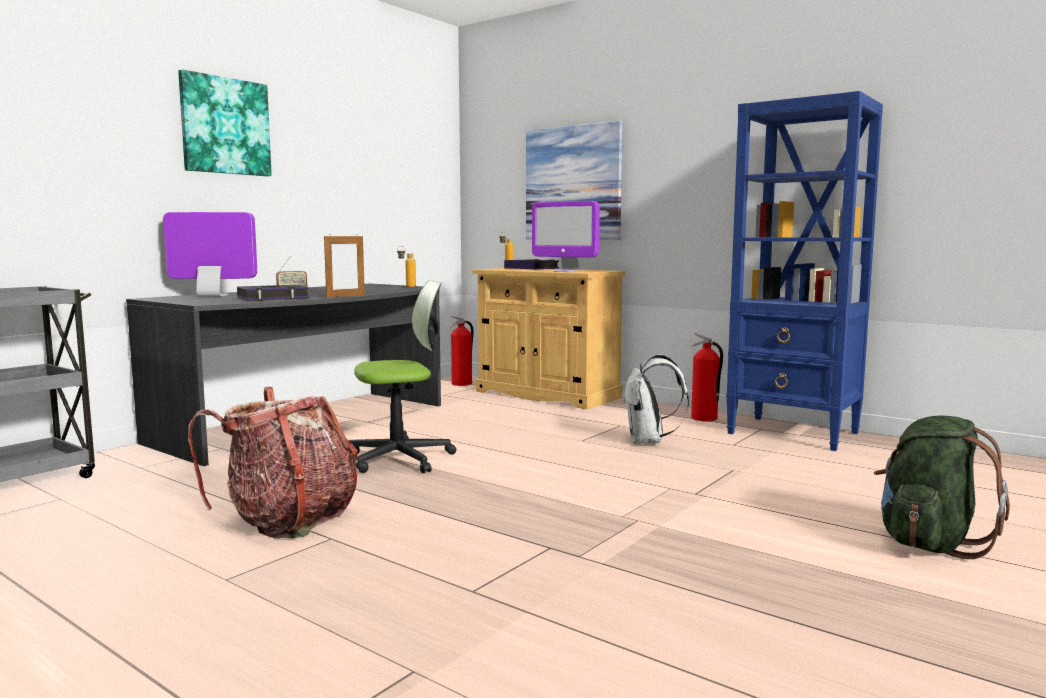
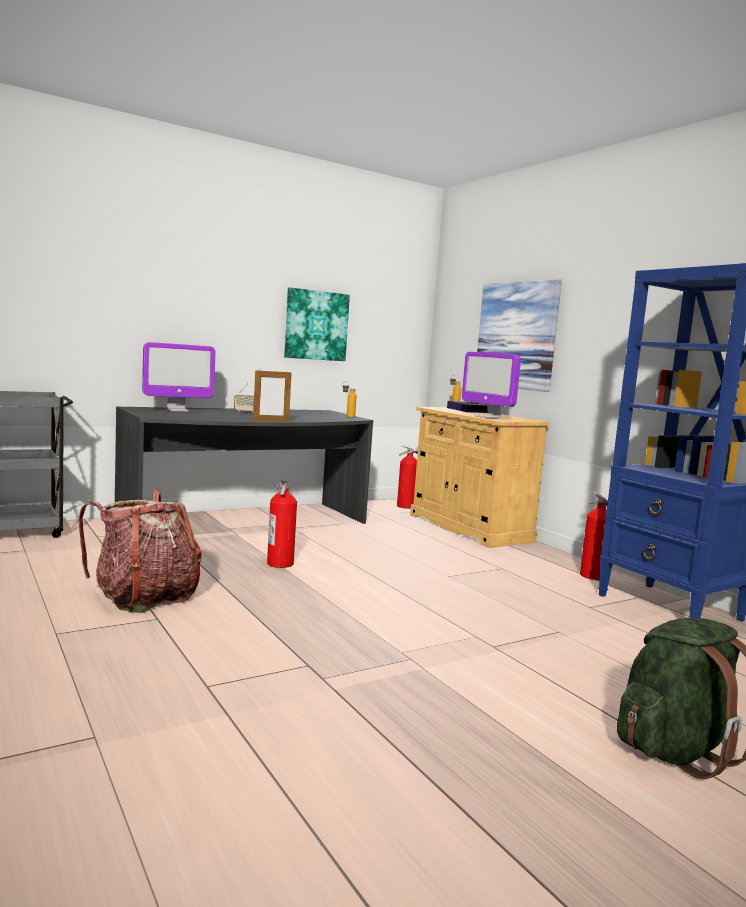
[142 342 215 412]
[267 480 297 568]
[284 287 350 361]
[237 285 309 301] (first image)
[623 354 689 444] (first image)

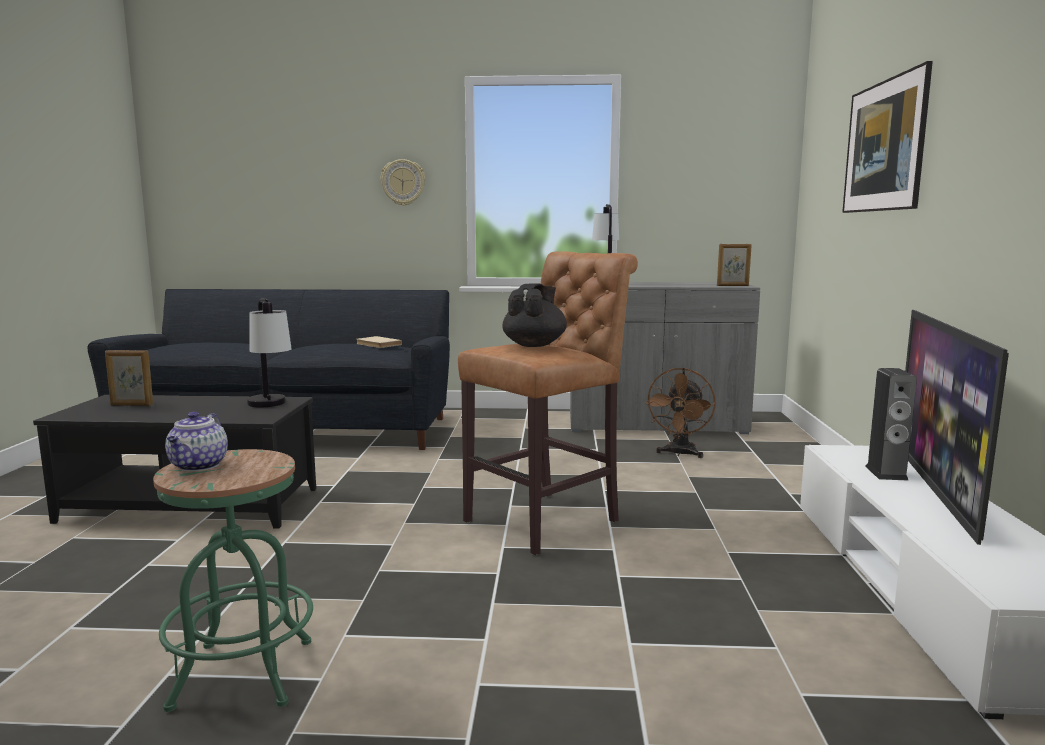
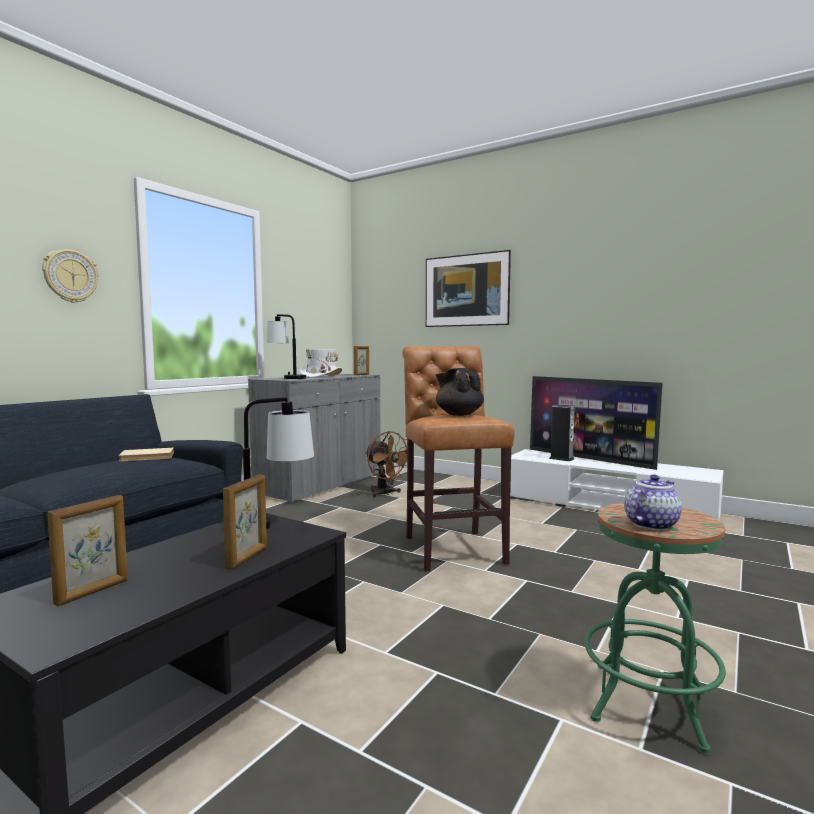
[223 475 267 570]
[300 349 342 378]
[624 474 682 530]

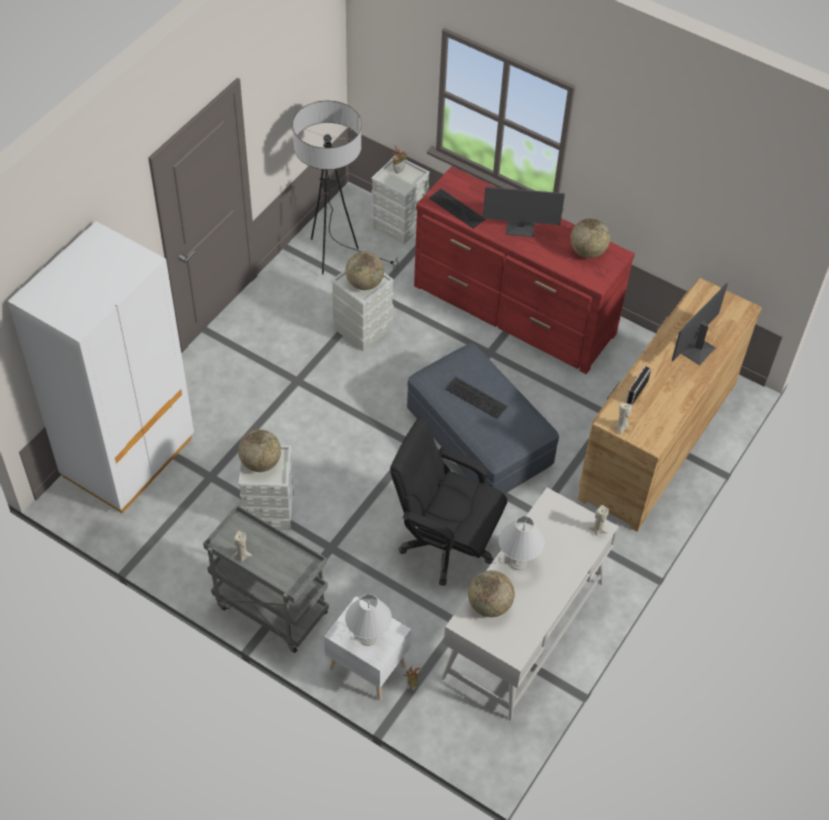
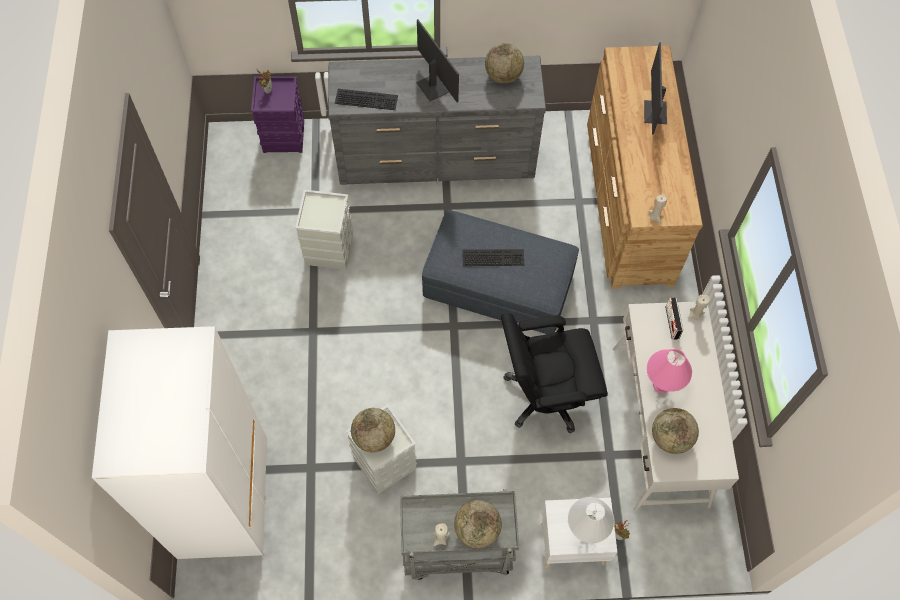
[251 76 304 153]
[328 56 546 185]
[416 19 459 102]
[454 500 502 548]
[647 349 692 393]
[665 297 683 340]
[293 101 399 274] (first image)

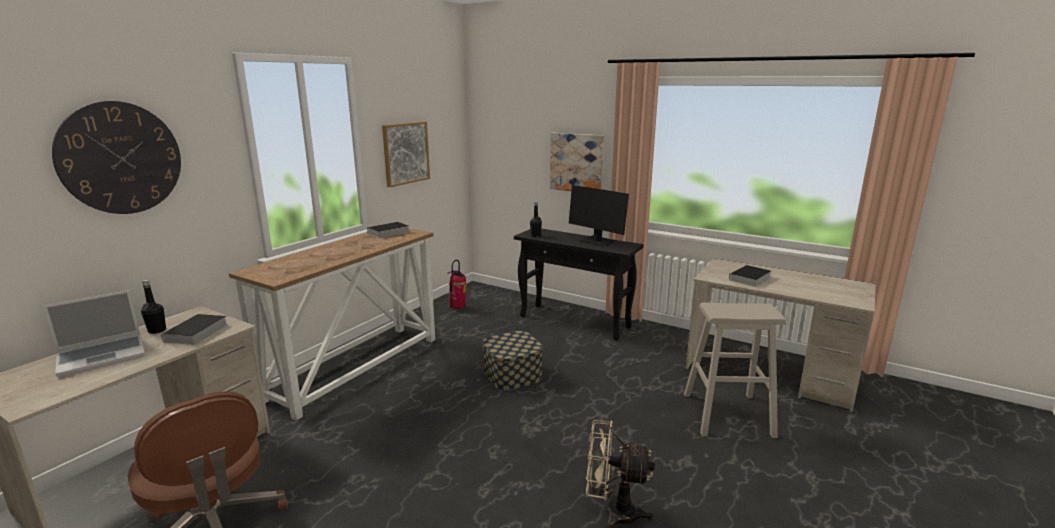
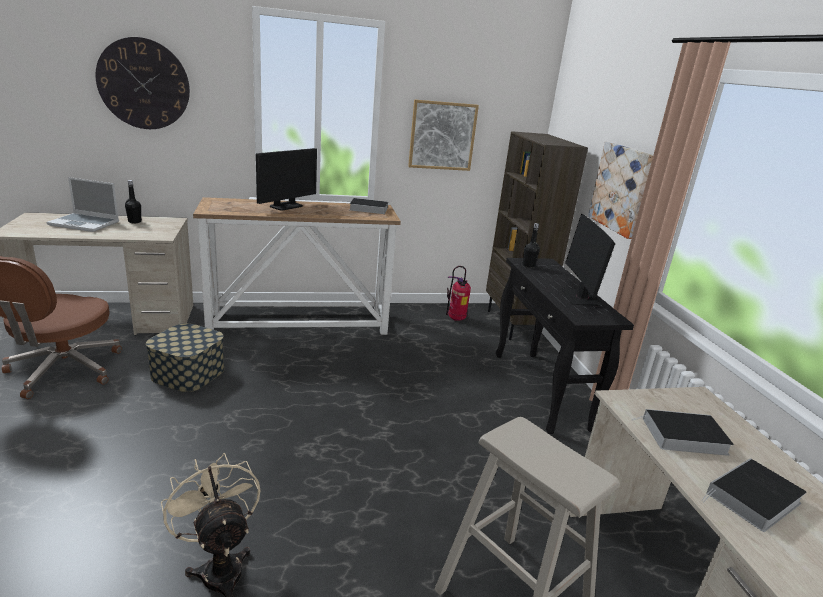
[146 323 224 392]
[256 148 317 211]
[486 131 588 340]
[702 458 807 532]

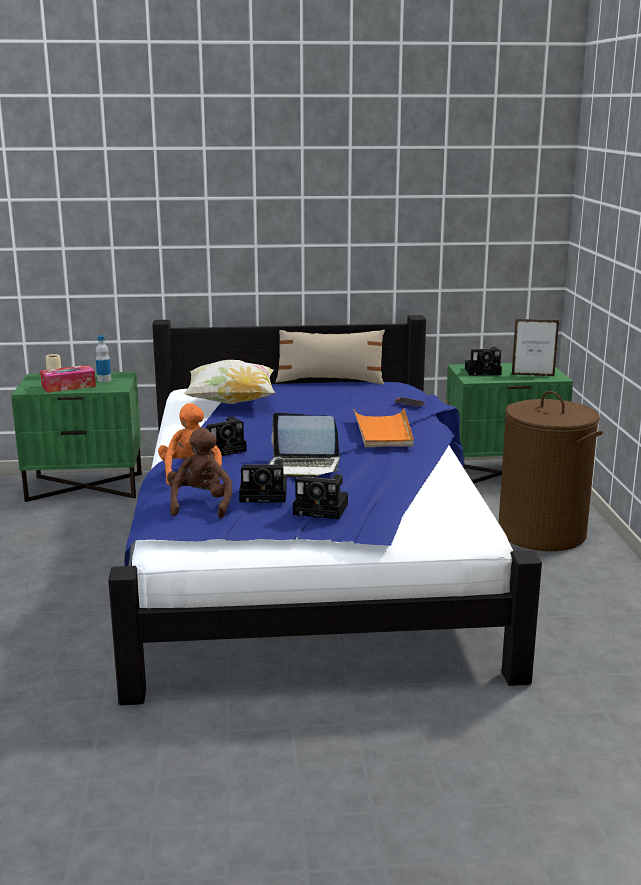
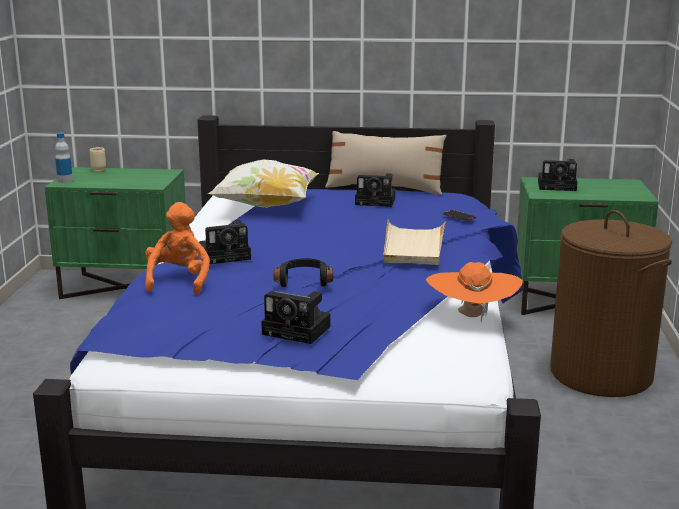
[55 132 73 183]
[274 258 333 287]
[355 173 396 207]
[383 219 445 265]
[426 262 523 322]
[40 365 96 393] (first image)
[167 427 232 518] (first image)
[512 319 559 376] (first image)

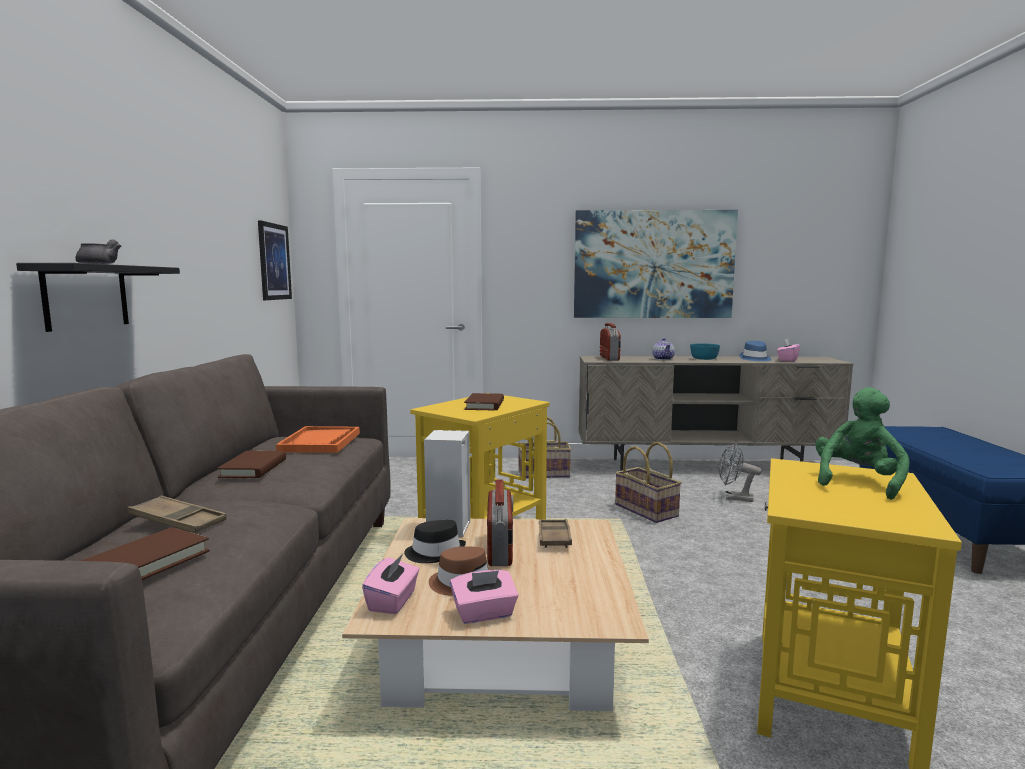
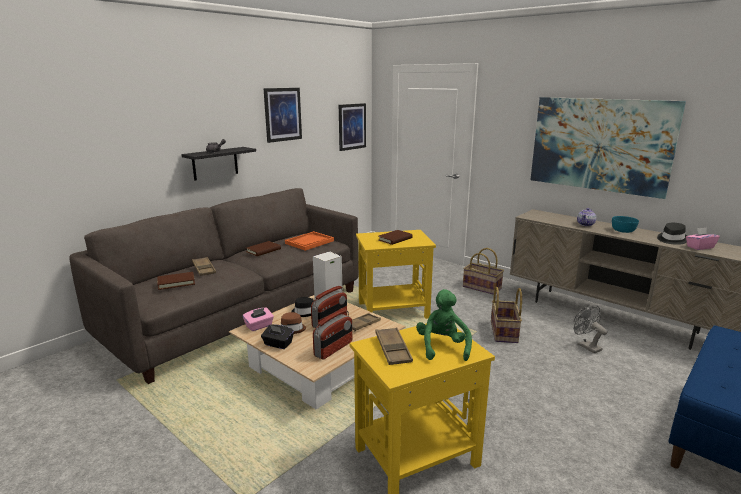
[261 324 294 349]
[263 88 302 143]
[313 309 352 360]
[375 327 413 365]
[416 289 472 361]
[657 223 687 245]

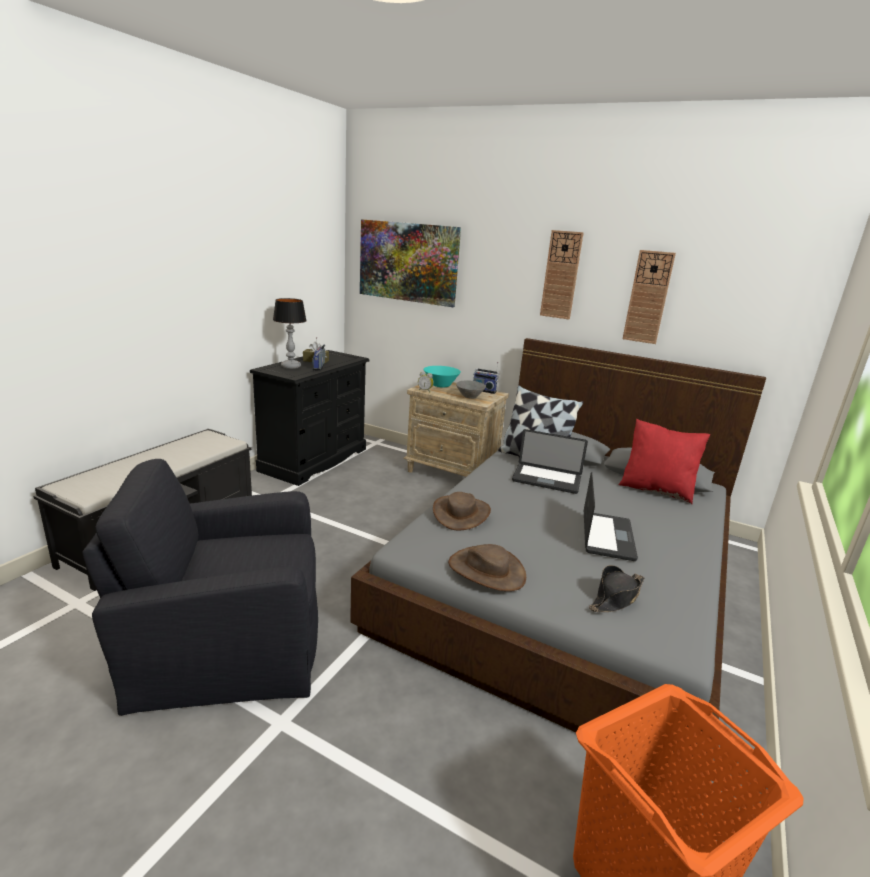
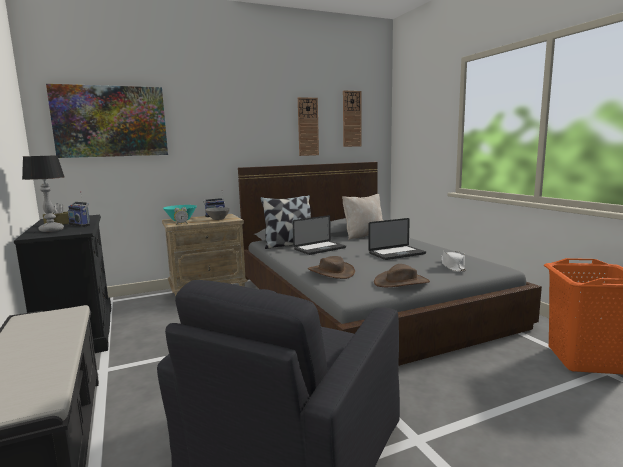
[342 194 383 240]
[343 90 362 147]
[369 218 426 260]
[441 250 466 272]

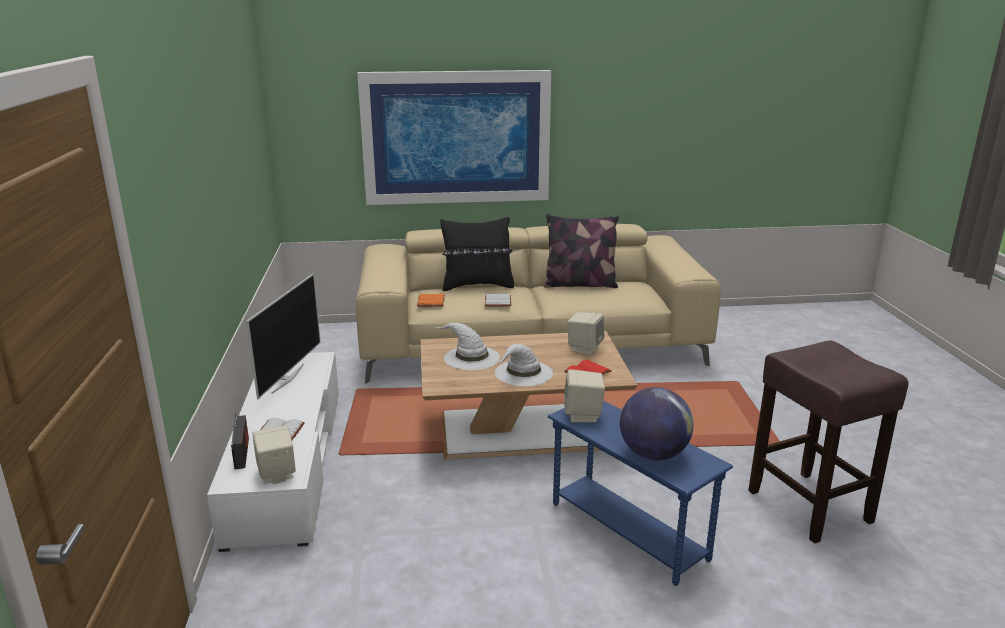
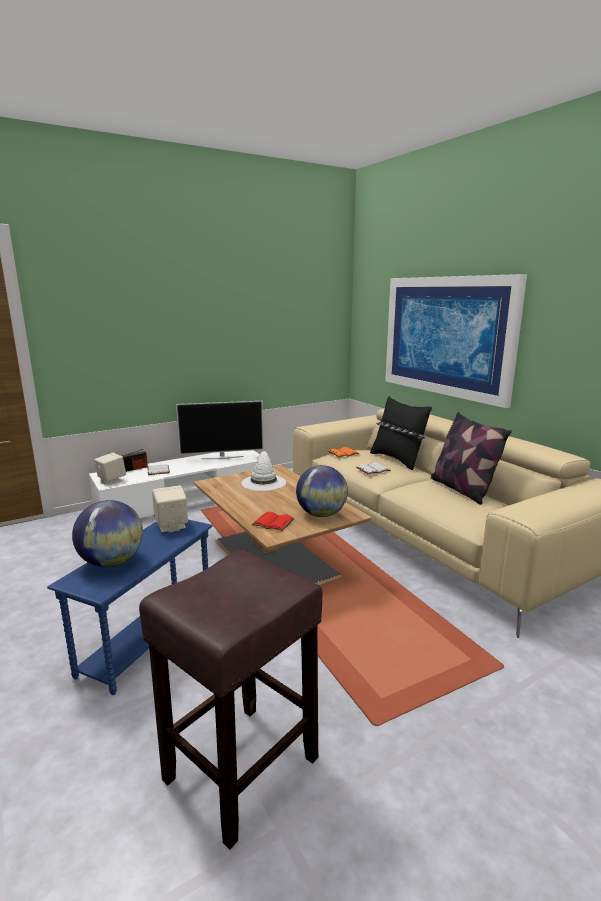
[296 465 348 517]
[495 344 553 386] (first image)

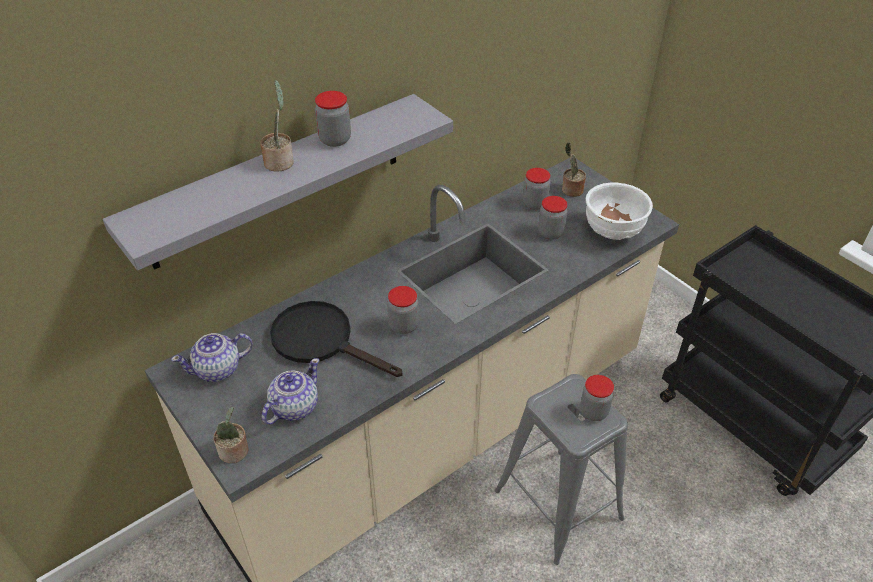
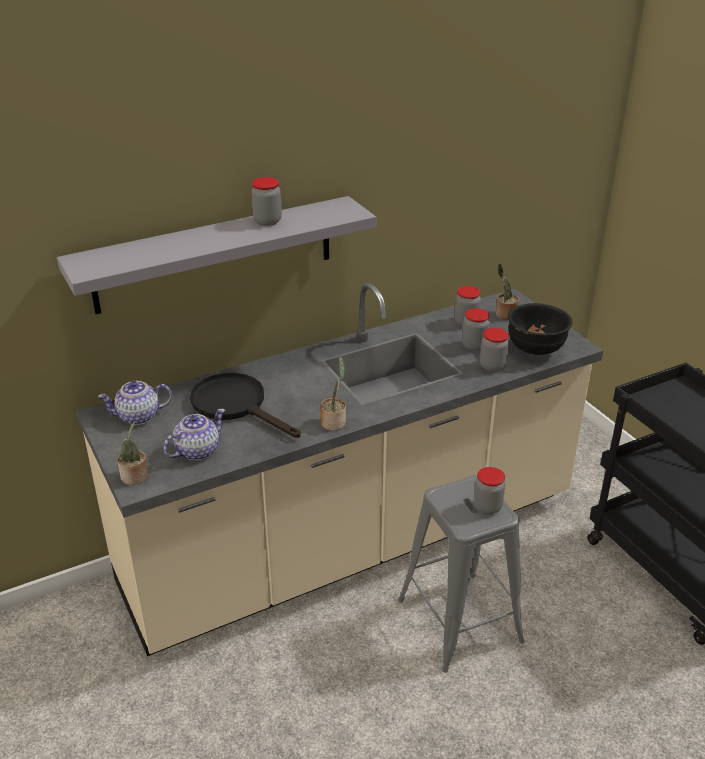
[320 356 346 431]
[480 328 509 372]
[508 303 573 355]

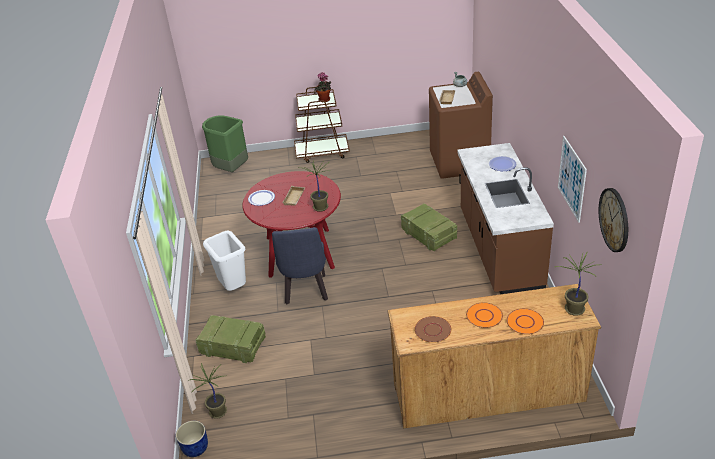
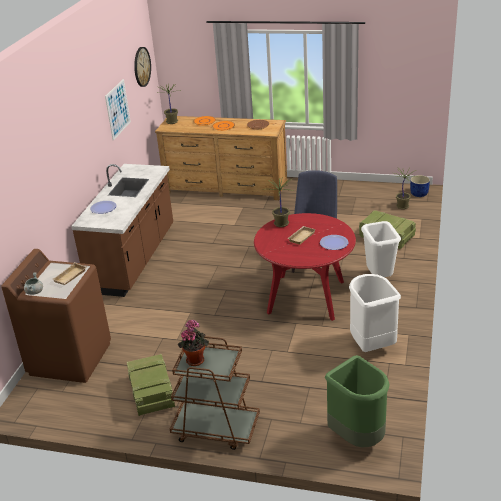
[127 354 175 416]
[349 274 401 352]

